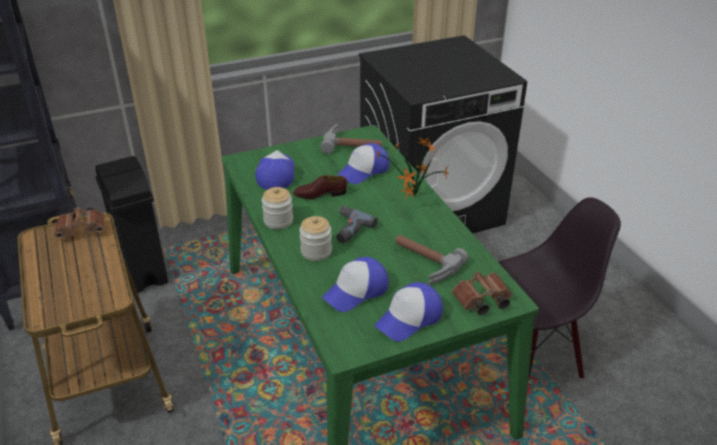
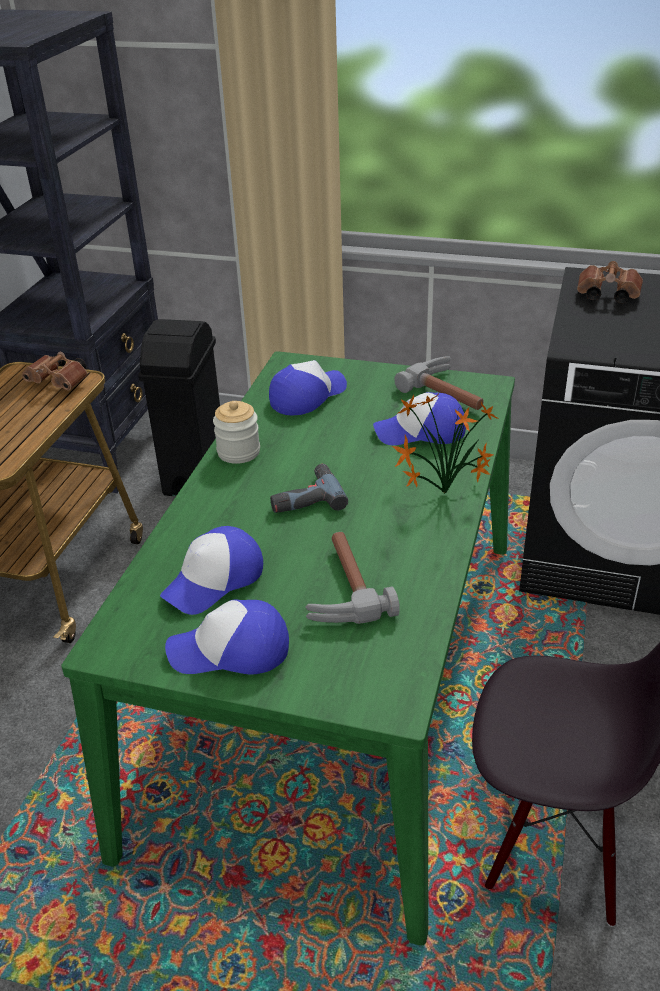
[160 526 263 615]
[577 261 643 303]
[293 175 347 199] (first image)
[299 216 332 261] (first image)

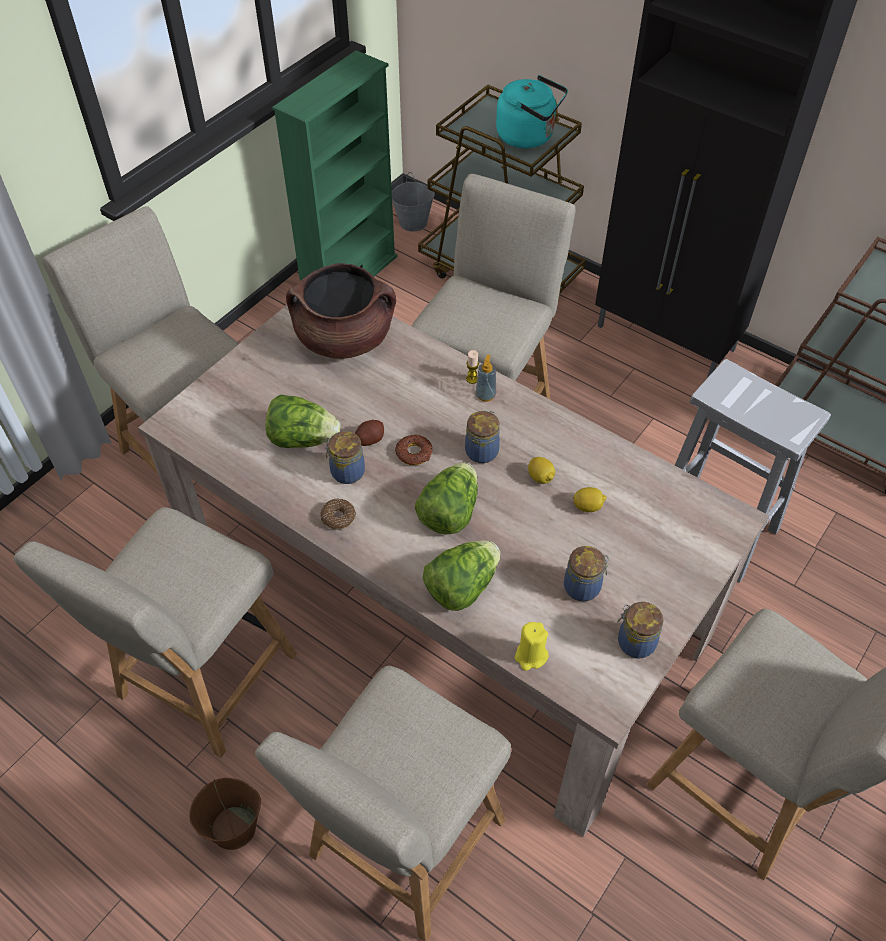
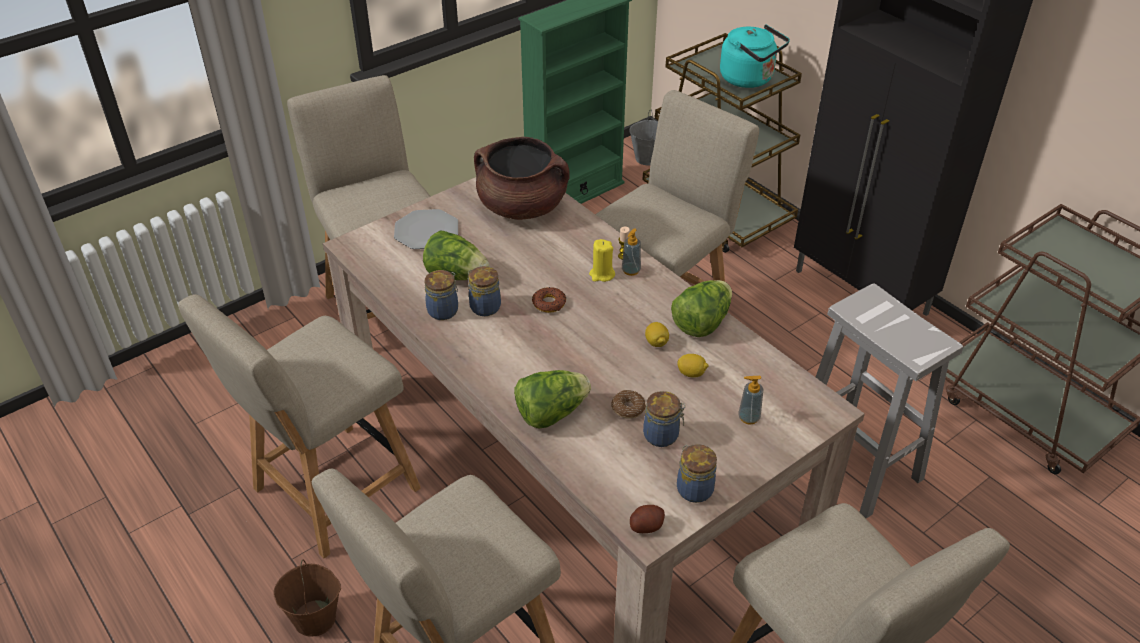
[394 209 458 249]
[424 270 458 320]
[589 239 615 282]
[611 390 646 419]
[630 505 665 533]
[671 280 732 337]
[738 376 763 425]

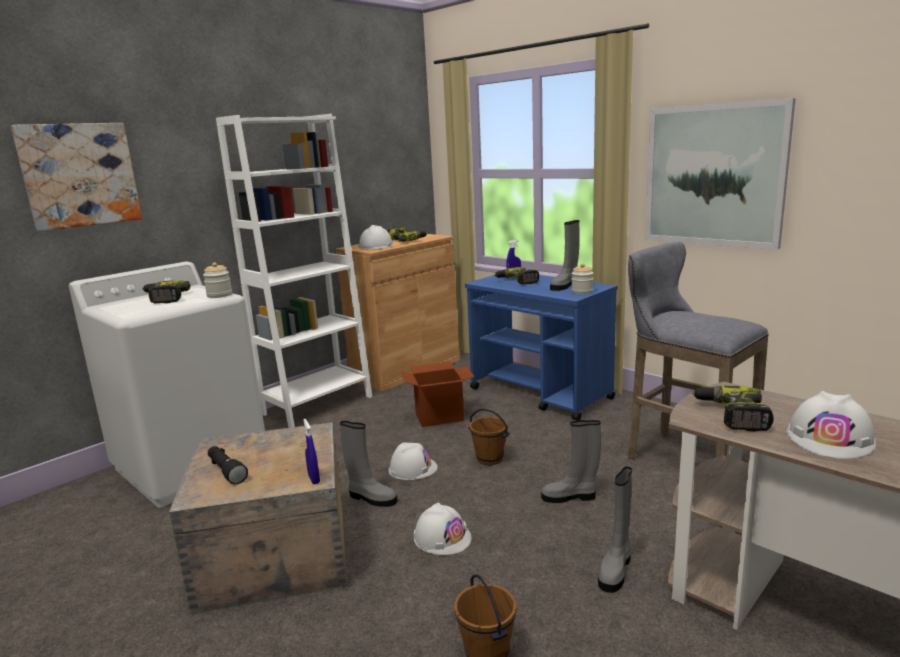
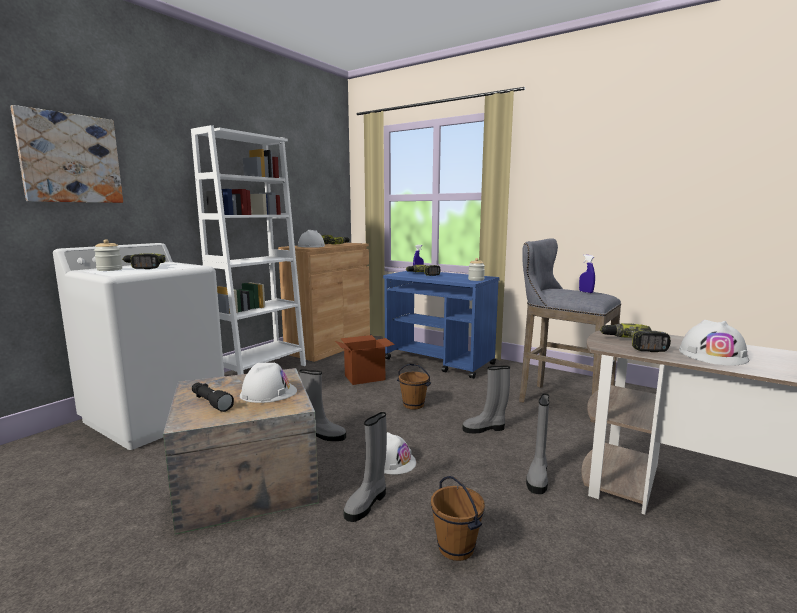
[94 239 122 271]
[240 363 297 403]
[344 412 387 522]
[579 255 595 293]
[645 98 796 250] (first image)

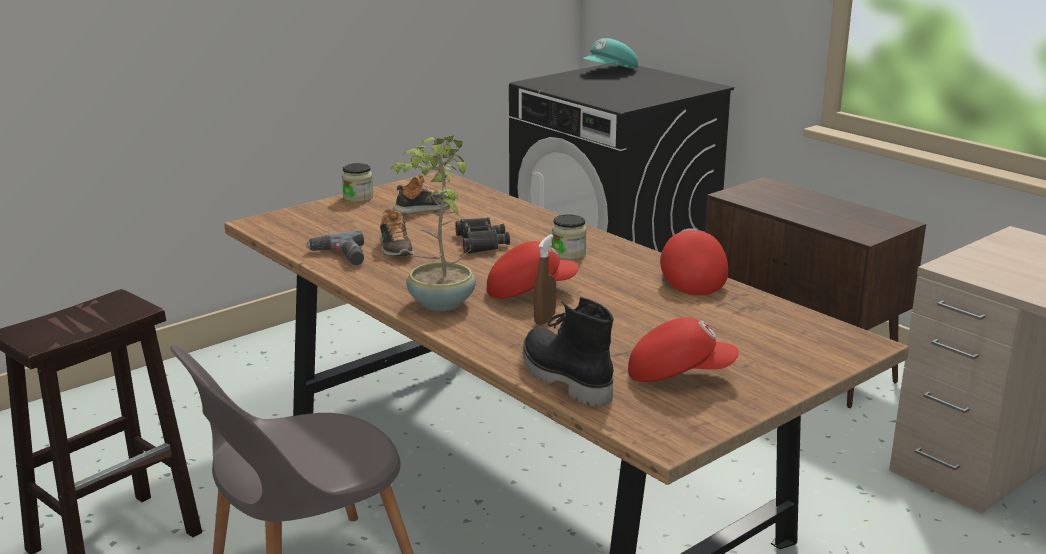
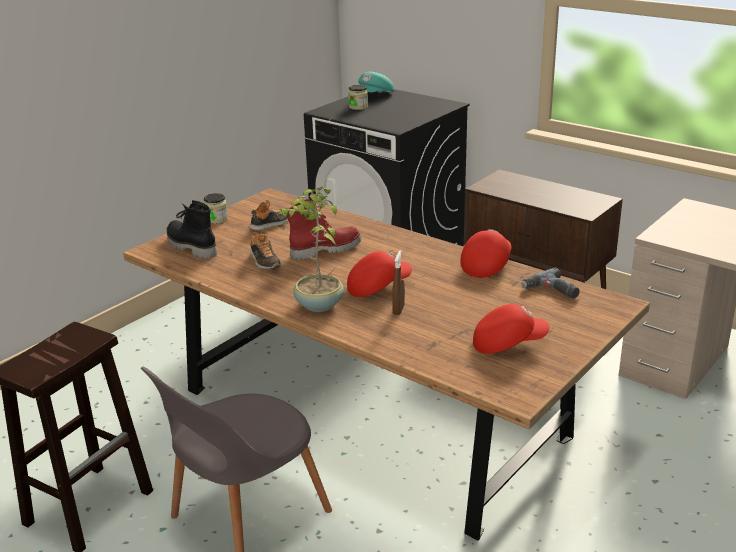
[167 200 217 259]
[287 199 361 260]
[348 85 368 110]
[460 229 512 278]
[521 267 580 299]

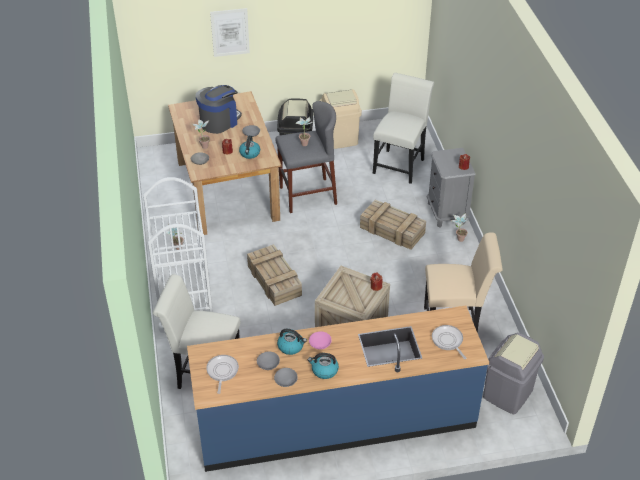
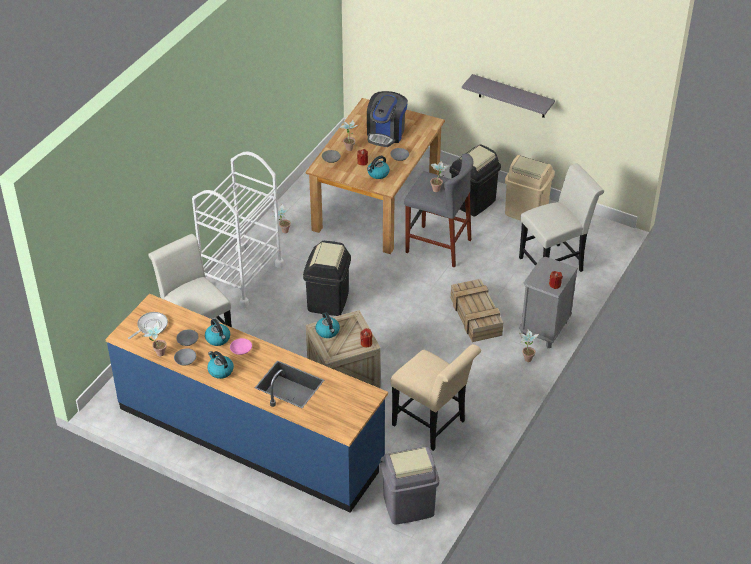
[143 321 167 356]
[303 241 351 316]
[316 312 340 338]
[367 91 408 147]
[462 74 555 118]
[210 8 250 57] (first image)
[432 325 466 359] (first image)

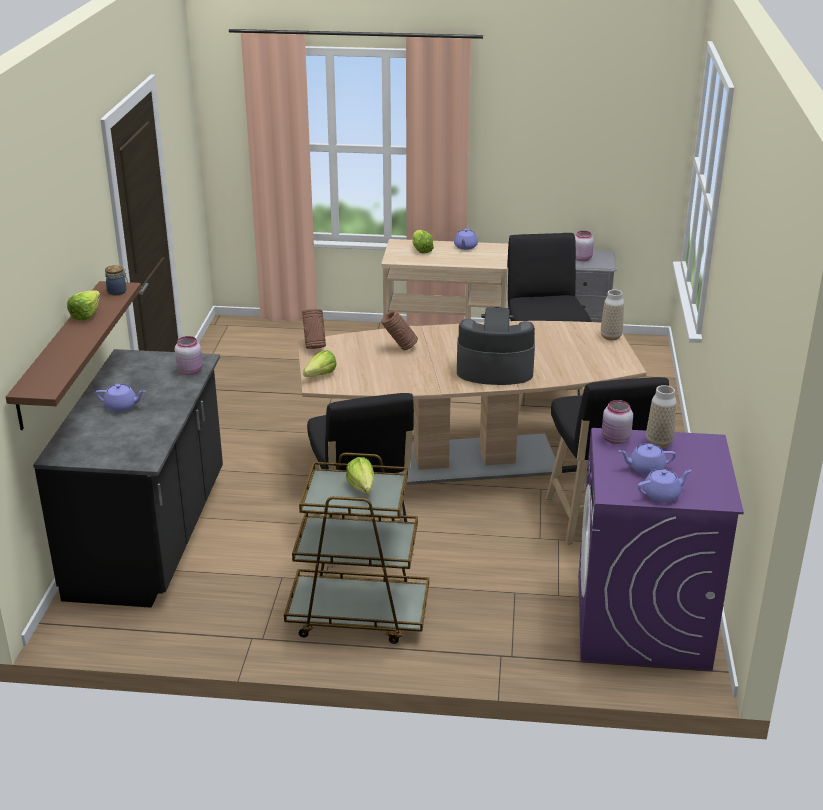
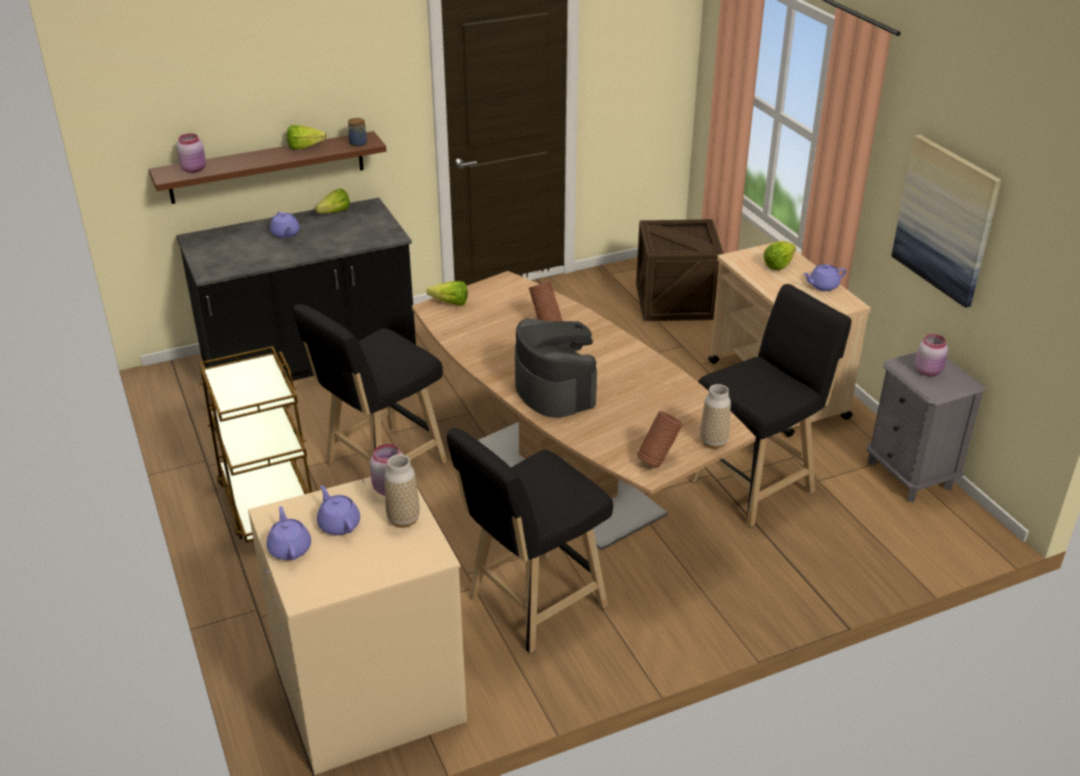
[176 133 206 173]
[248 477 467 775]
[267 506 311 560]
[315 189 350 213]
[636 219 724 321]
[637 411 683 467]
[891 135 1001 308]

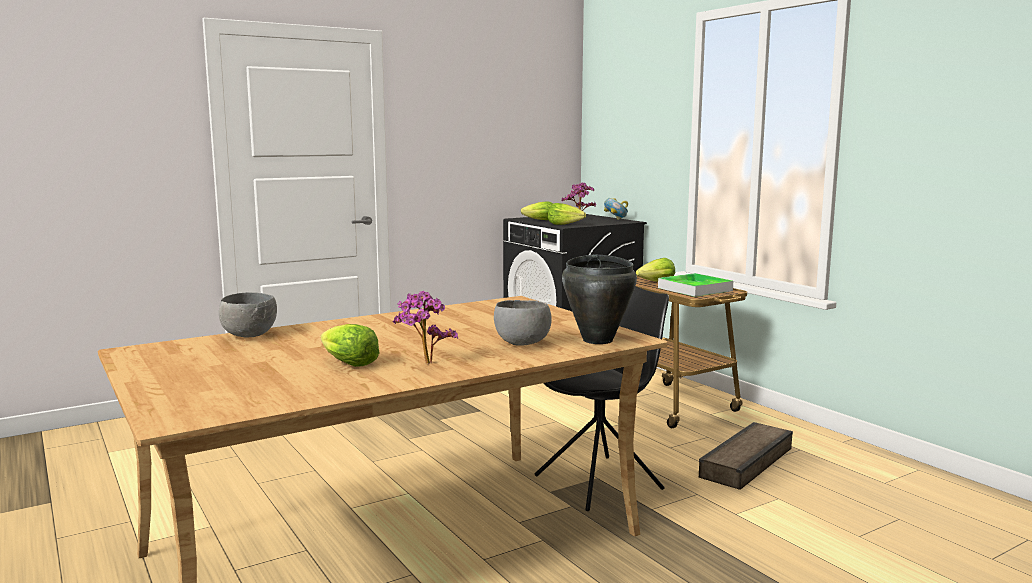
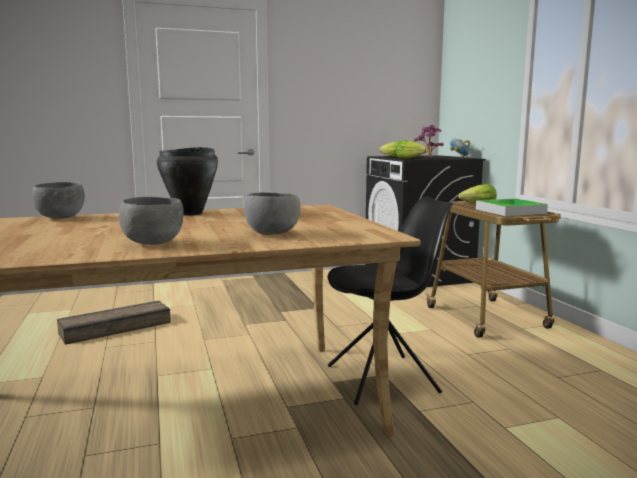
[57 301 171 345]
[119 197 184 245]
[157 147 218 216]
[321 324 379 367] (first image)

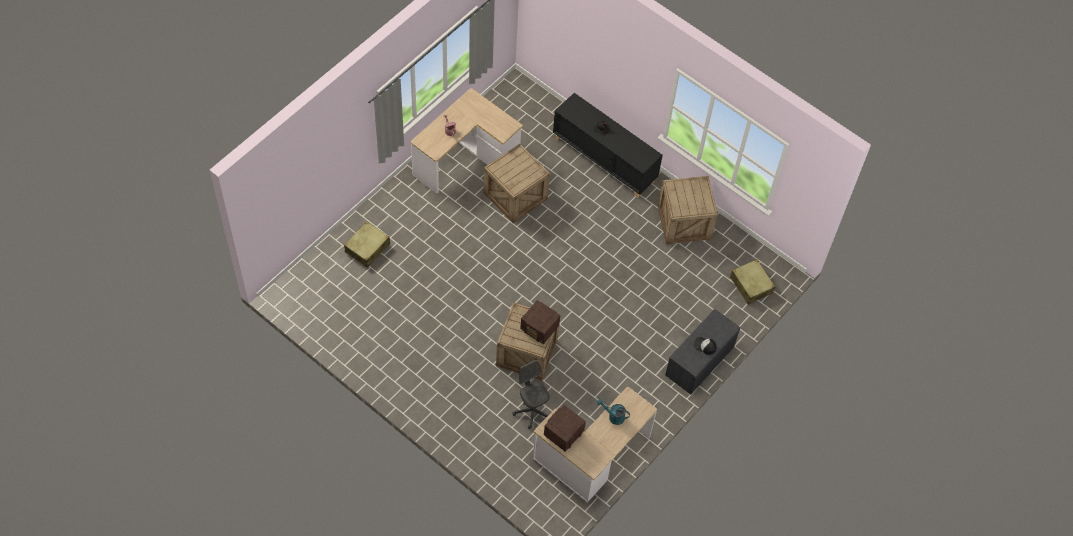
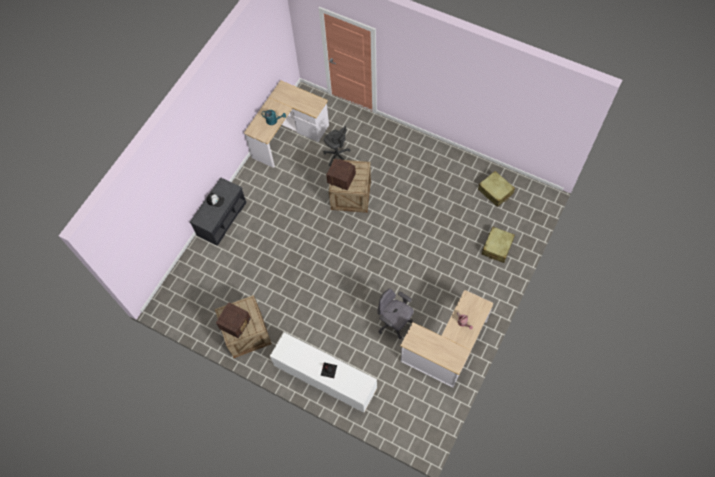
[216 302 251 338]
[270 332 377 413]
[377 289 414 339]
[478 171 515 207]

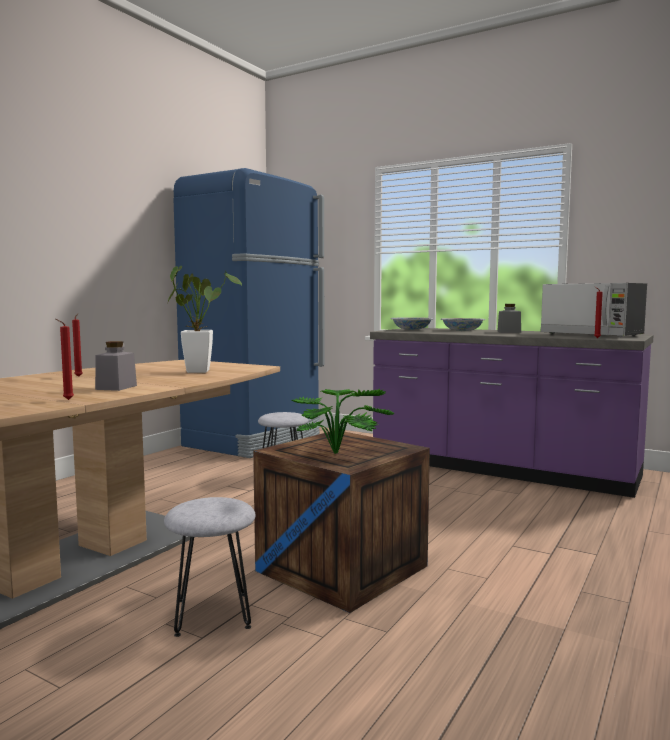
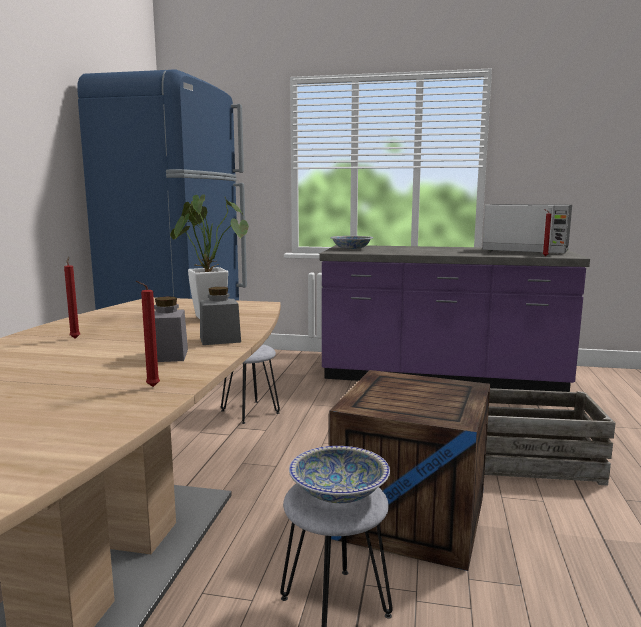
[200 287 241 345]
[289 446 390 503]
[484 388 615 485]
[291 389 395 454] (first image)

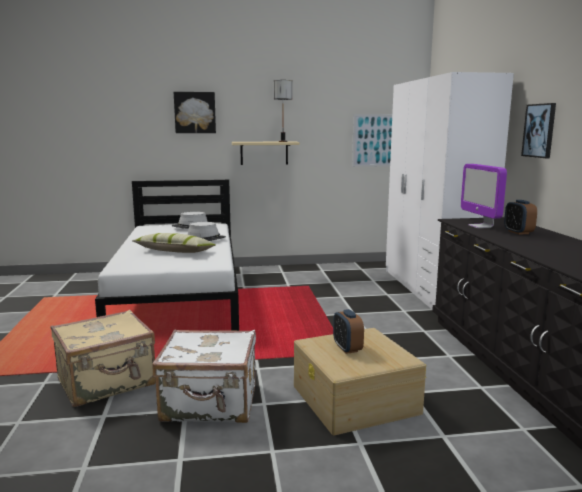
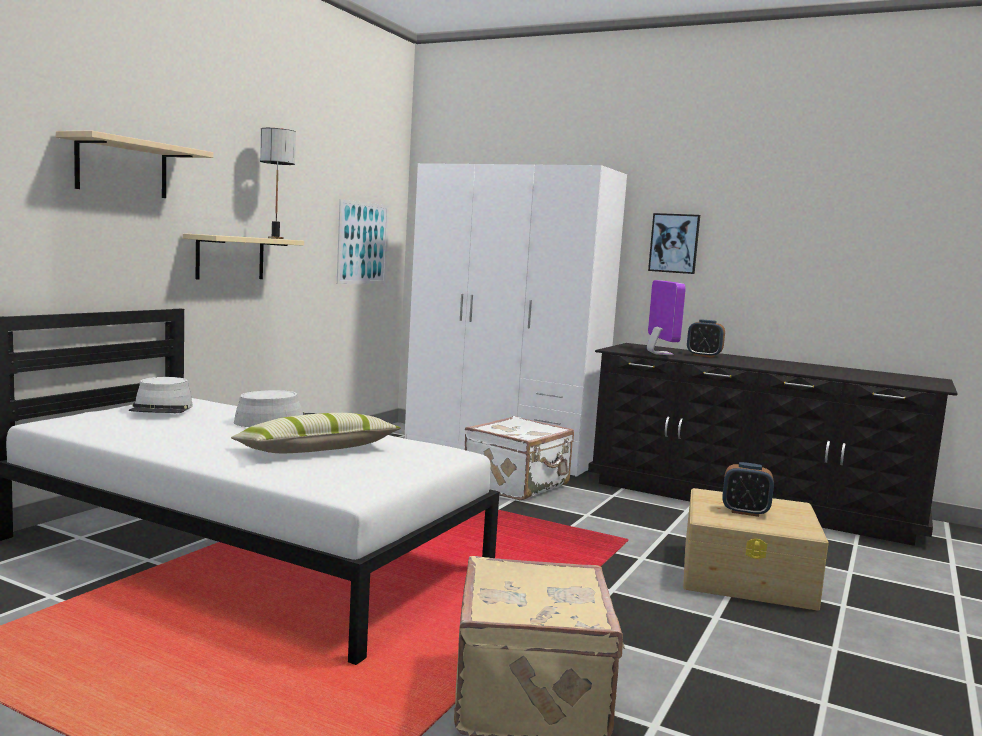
[56 131 213 198]
[465 416 574 500]
[647 280 686 355]

